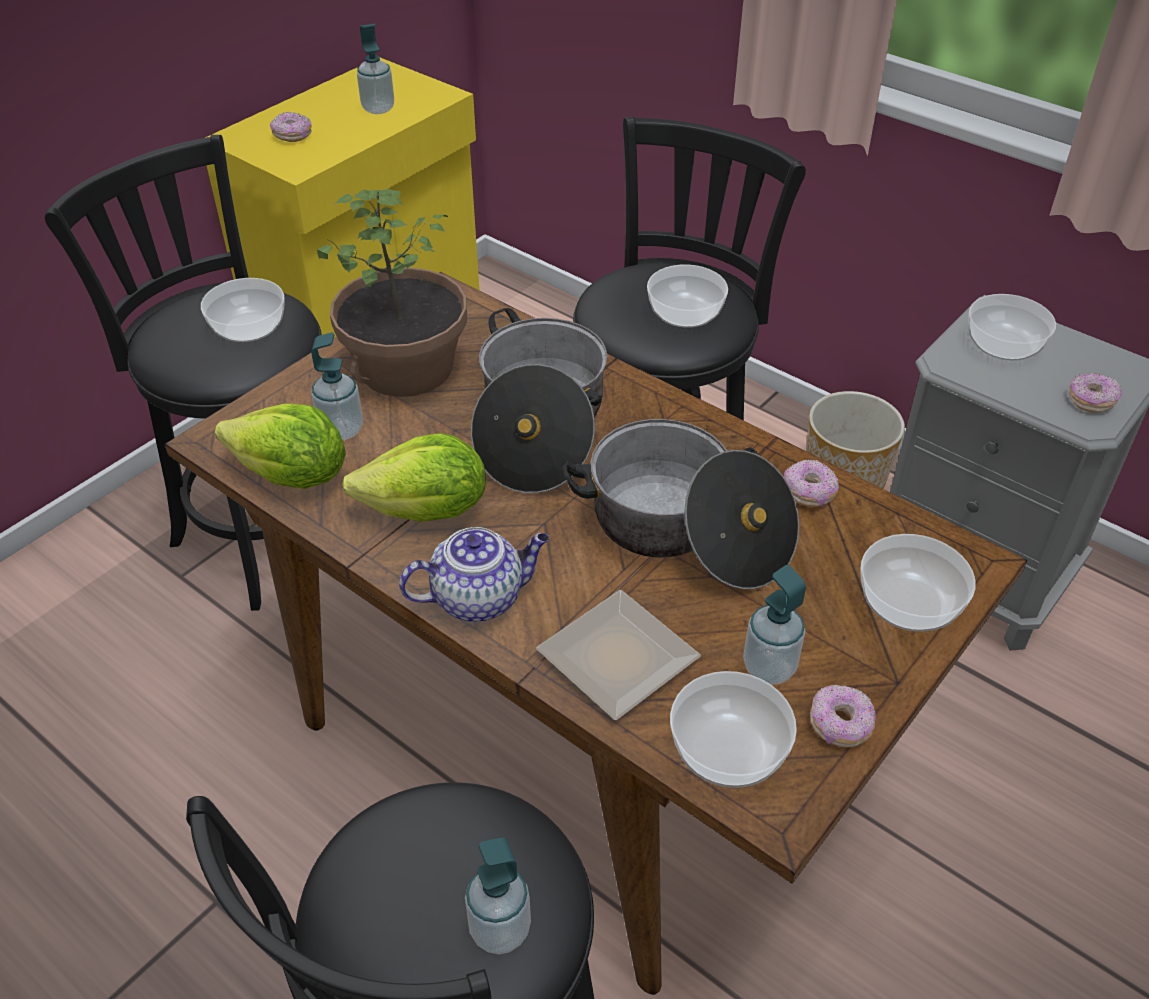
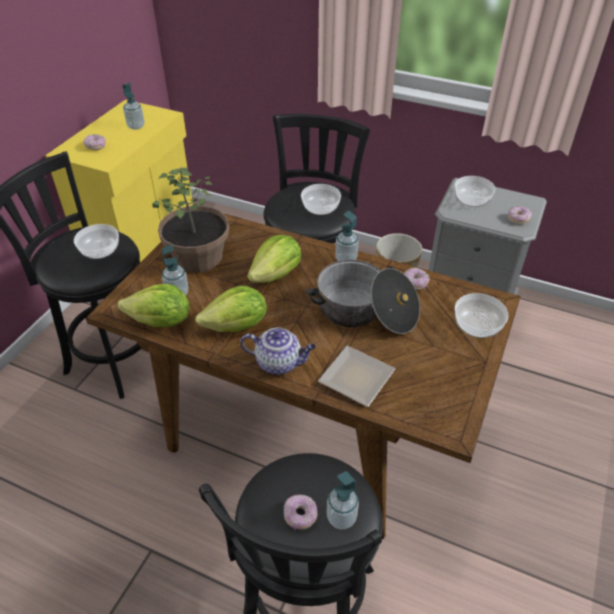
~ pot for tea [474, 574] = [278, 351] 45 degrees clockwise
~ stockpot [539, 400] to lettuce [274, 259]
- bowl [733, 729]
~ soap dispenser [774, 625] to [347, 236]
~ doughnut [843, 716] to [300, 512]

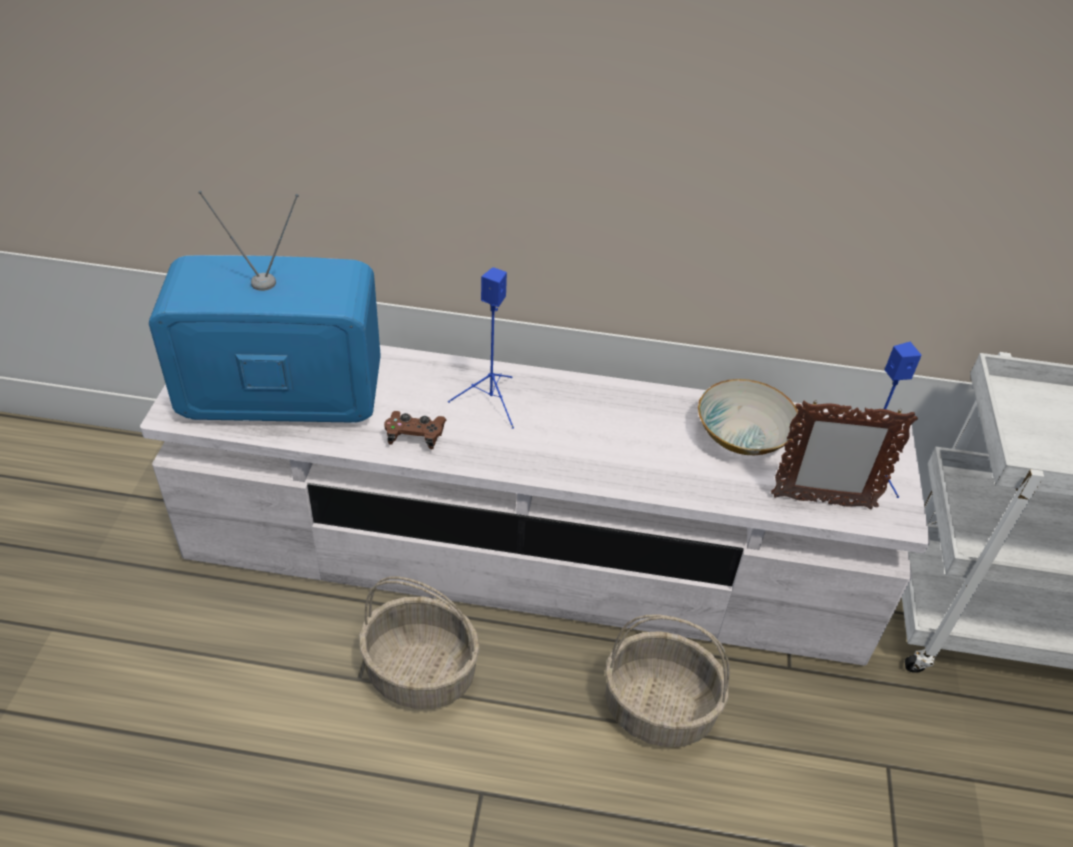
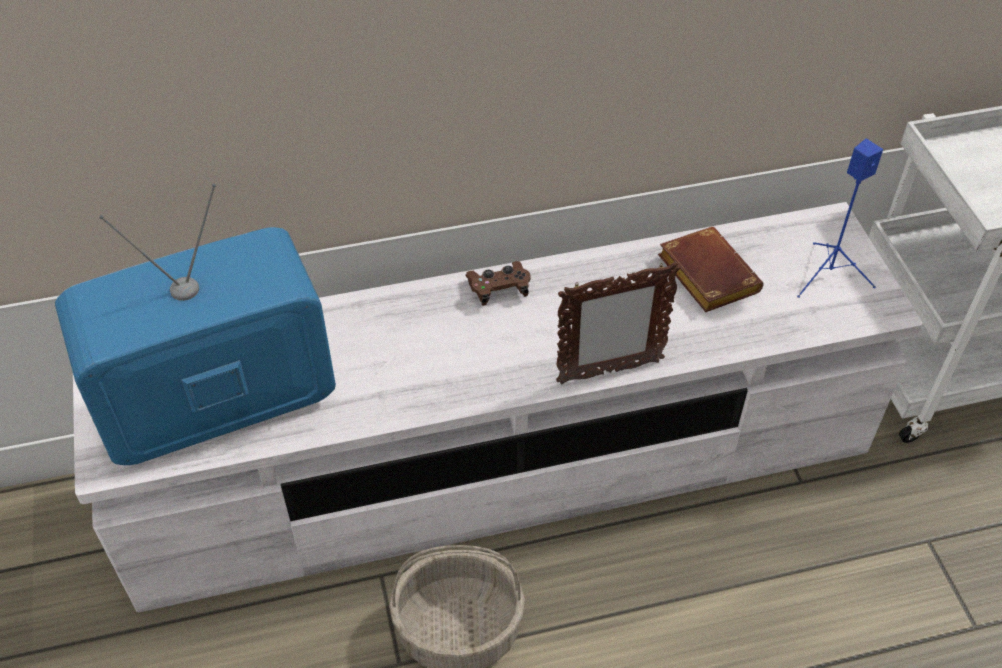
~ gamepad in brown [415, 430] to [497, 283]
- audio speaker in blue-coloured [481, 348]
- storage basket [667, 681]
~ bowl [749, 417] to bound book in brown [711, 269]
~ photo frame [844, 455] to [618, 323]

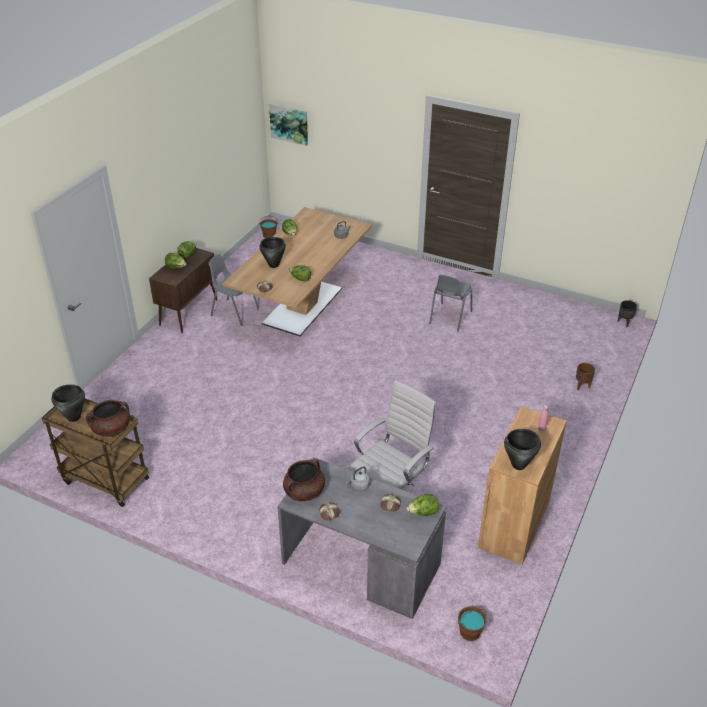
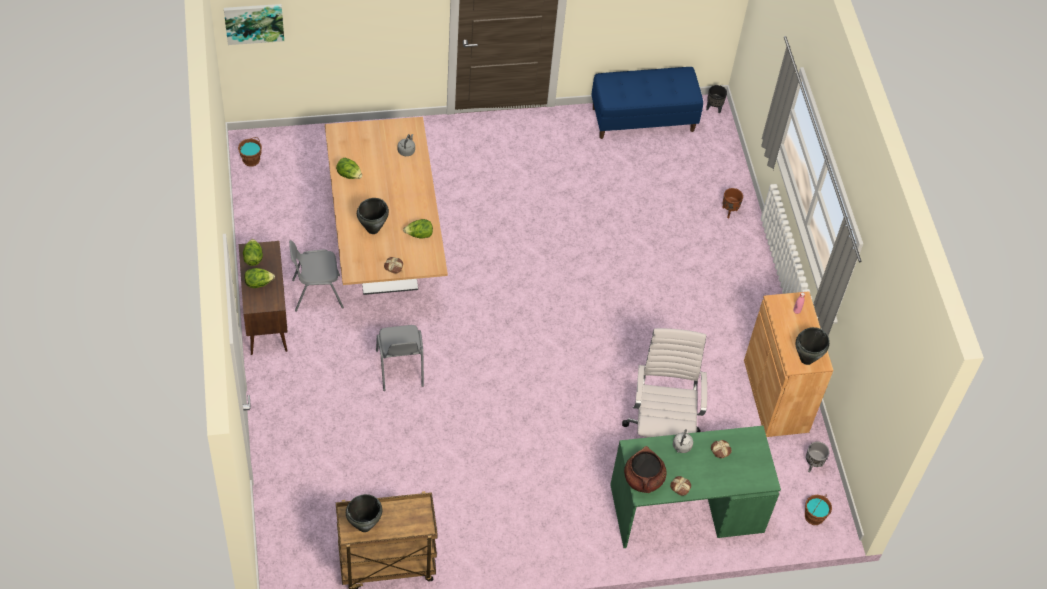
- stockpot in brown [108, 418]
~ desk table in gray [362, 538] to desk table in green [695, 487]
- lettuce [423, 505]
~ upright chair in gray [450, 303] to [400, 358]
+ long seat in blue-coloured [647, 103]
+ planter in gray [817, 457]

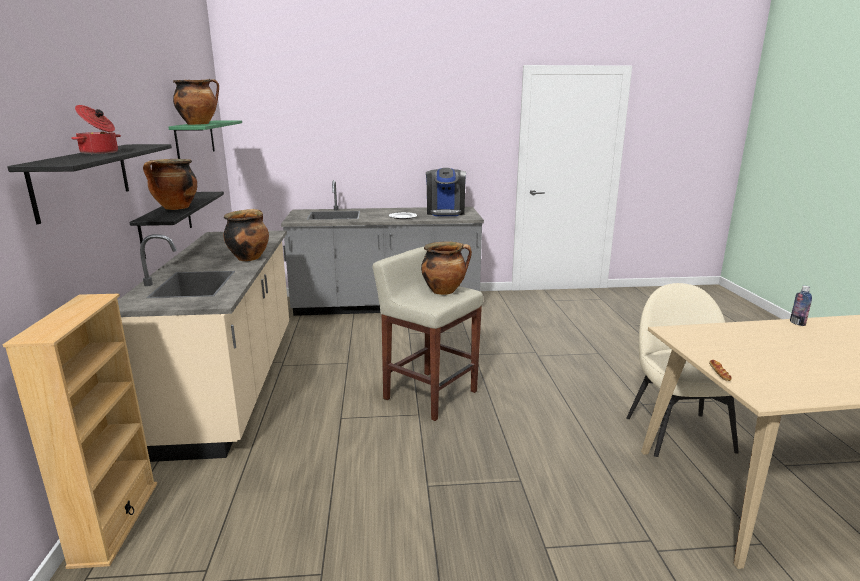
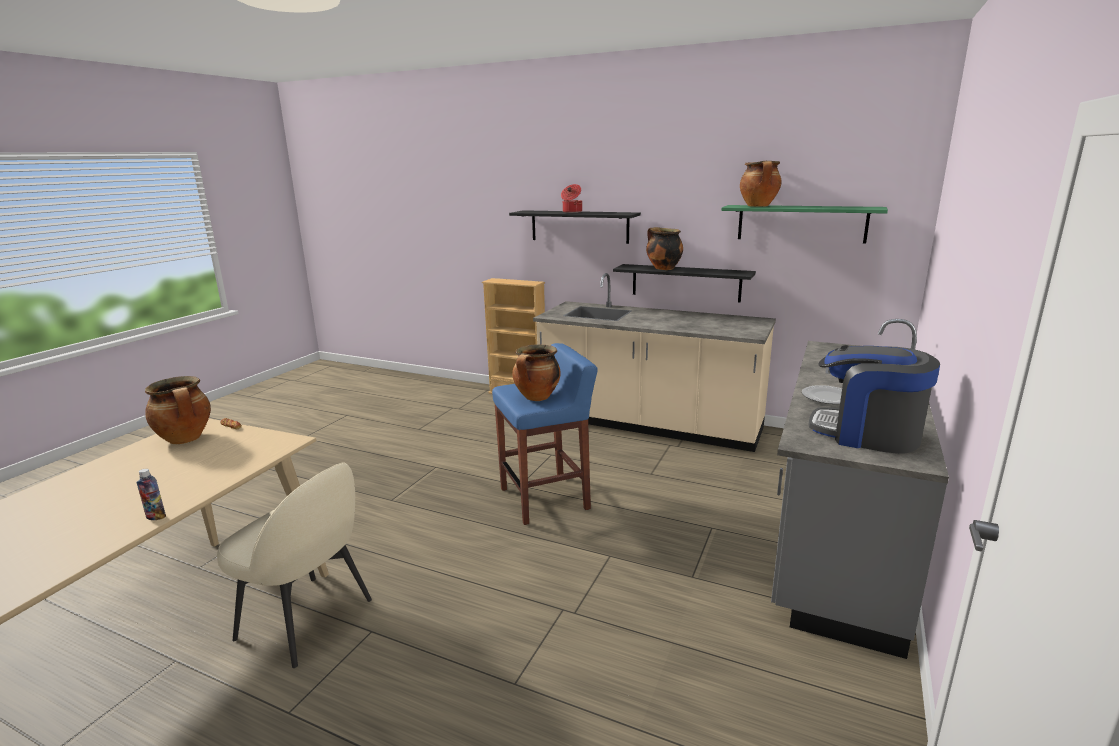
~ stockpot [246, 235] to [178, 410]
~ stool seat in beige-coloured [427, 334] to stool seat in blue-coloured [545, 434]

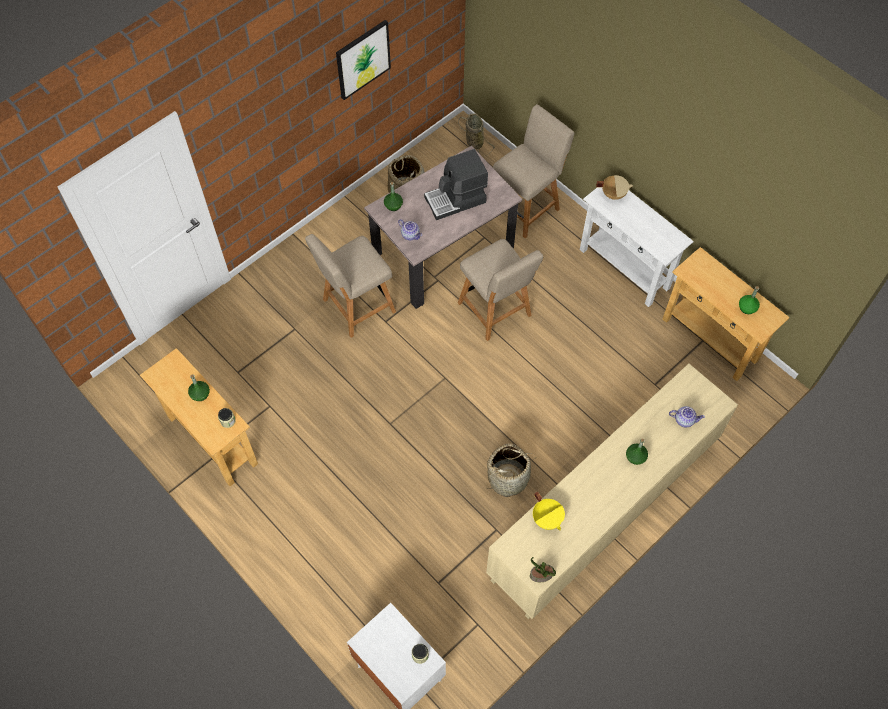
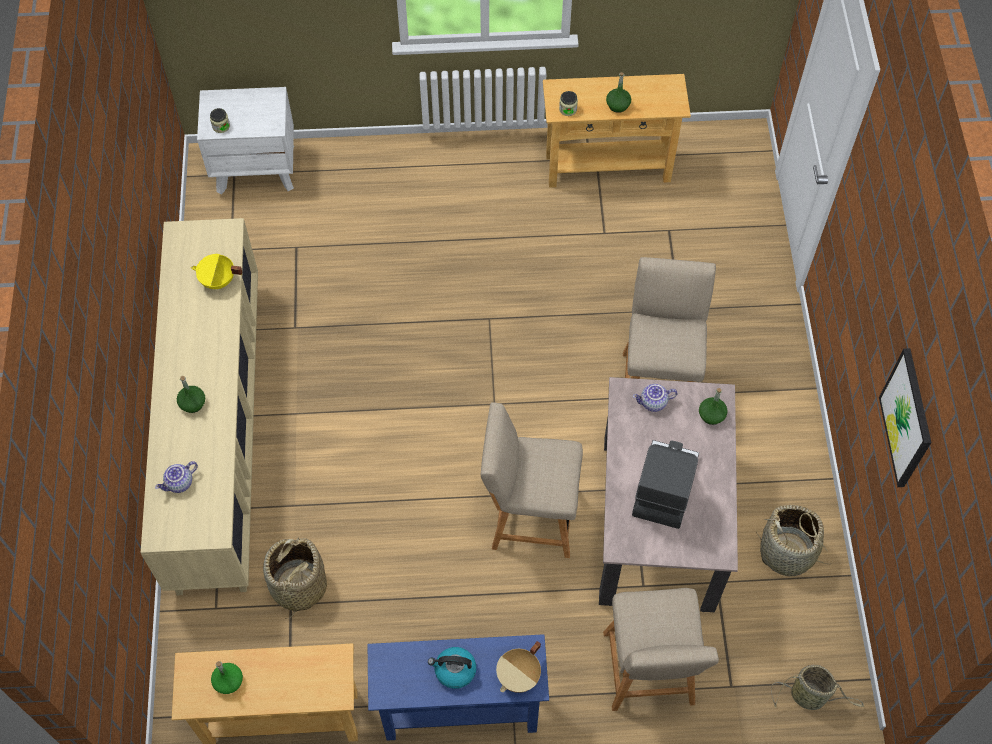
~ storage basket [511, 470] to [295, 578]
- plant in a pot [543, 569]
~ narrow table in whitish [637, 247] to narrow table in blue-coloured [458, 687]
+ water kettle [452, 668]

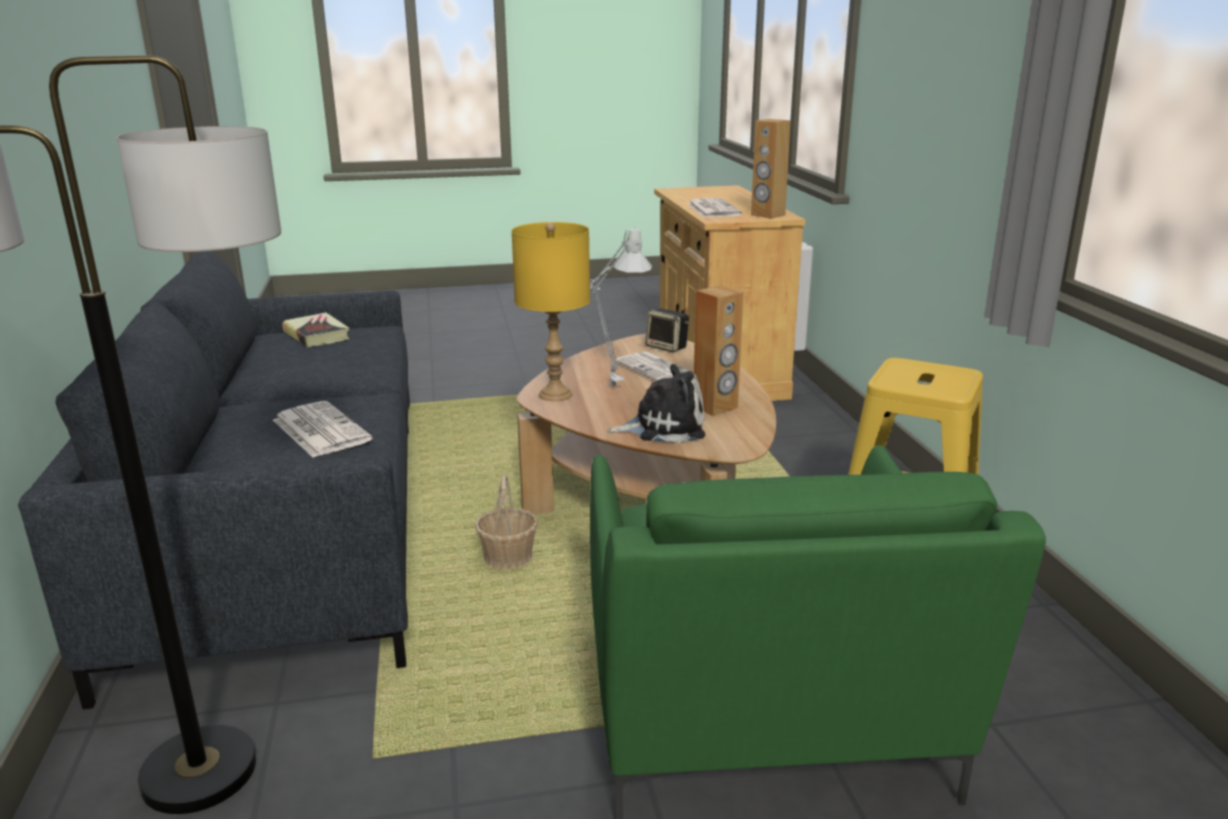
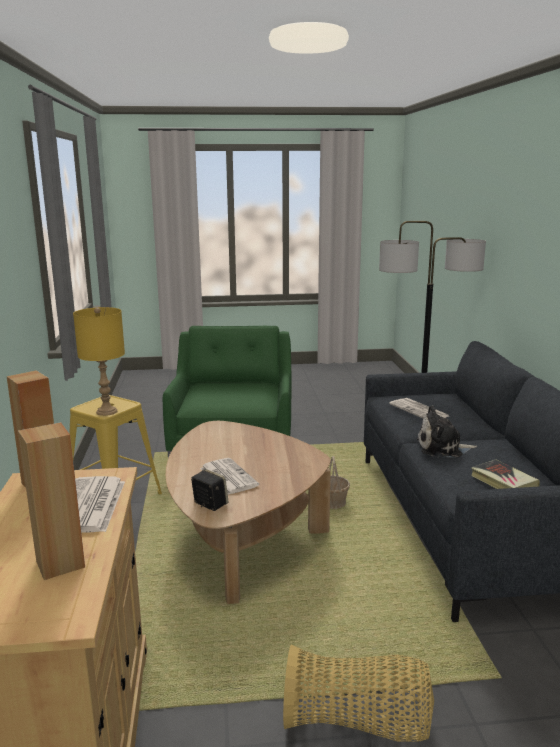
~ table lamp in yellow [550, 311] to [99, 361]
- table lamp in gray [621, 306]
~ plush toy [656, 403] to [447, 431]
~ audio speaker in brown [719, 350] to [51, 501]
+ storage basket [358, 693]

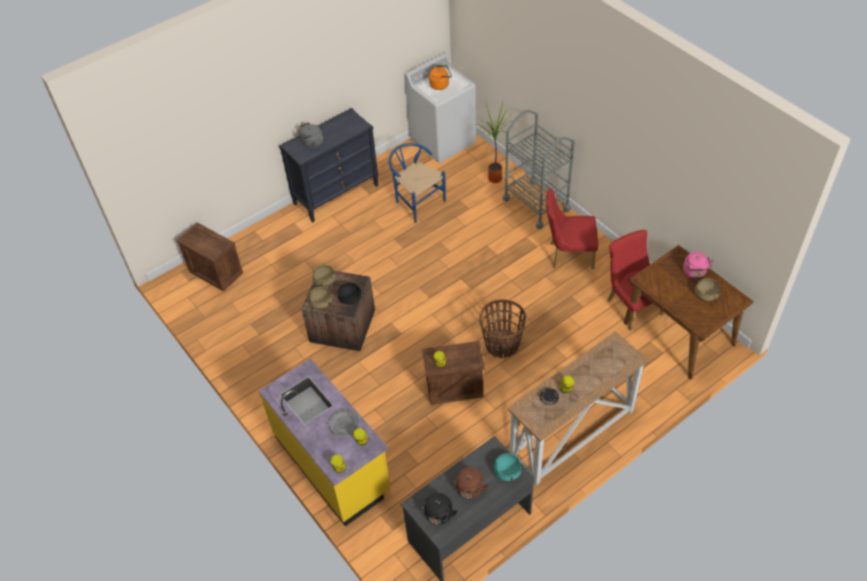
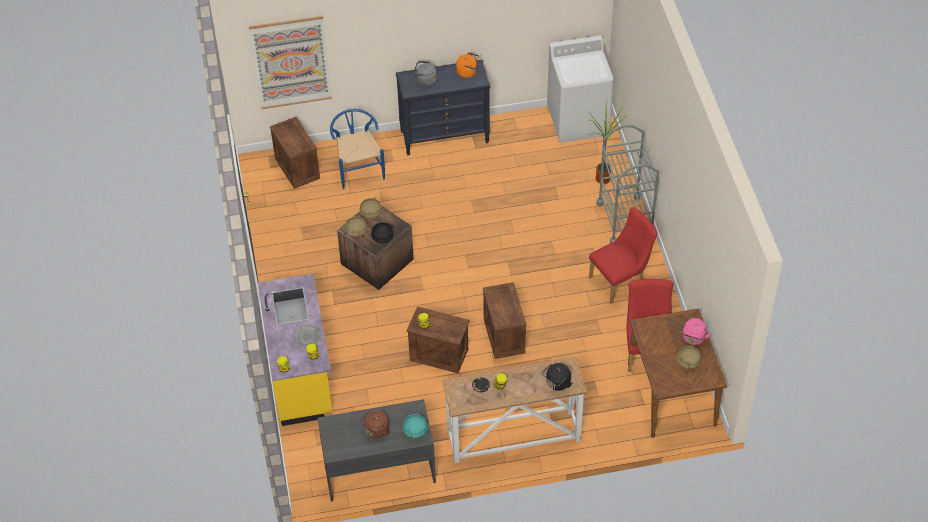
~ upright chair in blue-coloured [417, 183] to [357, 149]
~ water kettle in blackish [439, 509] to [557, 377]
~ water kettle in orange-coloured [440, 77] to [467, 65]
~ storage basket [502, 328] to shipping crate [505, 320]
~ upright chair in red-coloured [572, 228] = [623, 255] 120 degrees clockwise
+ picture [290, 62]

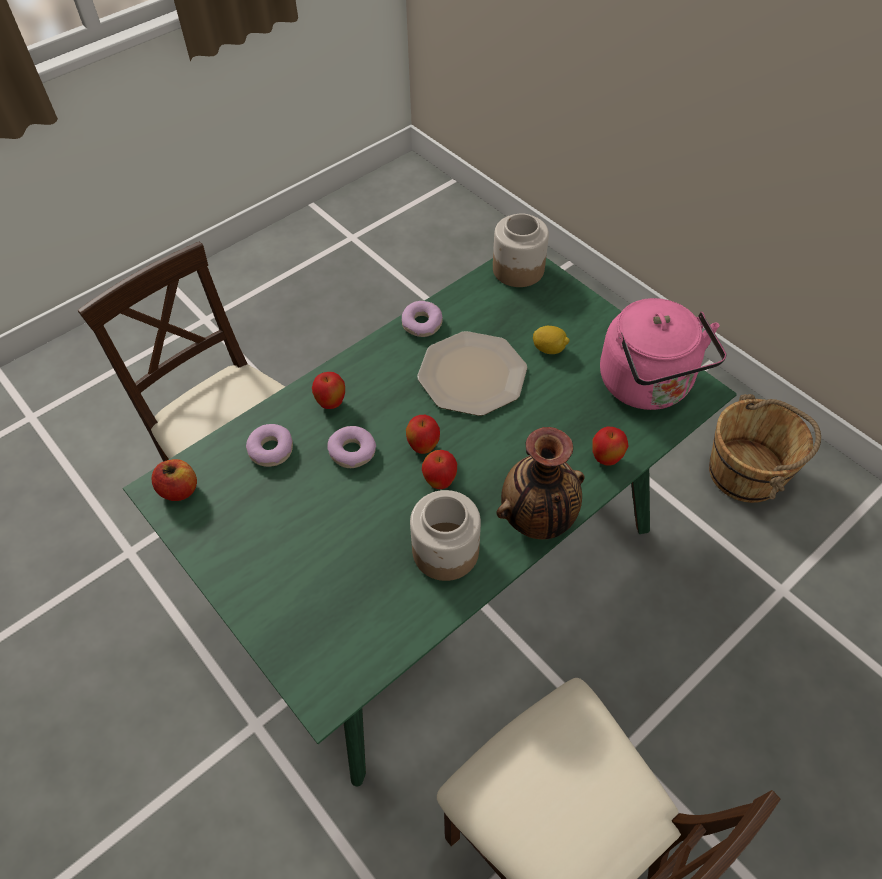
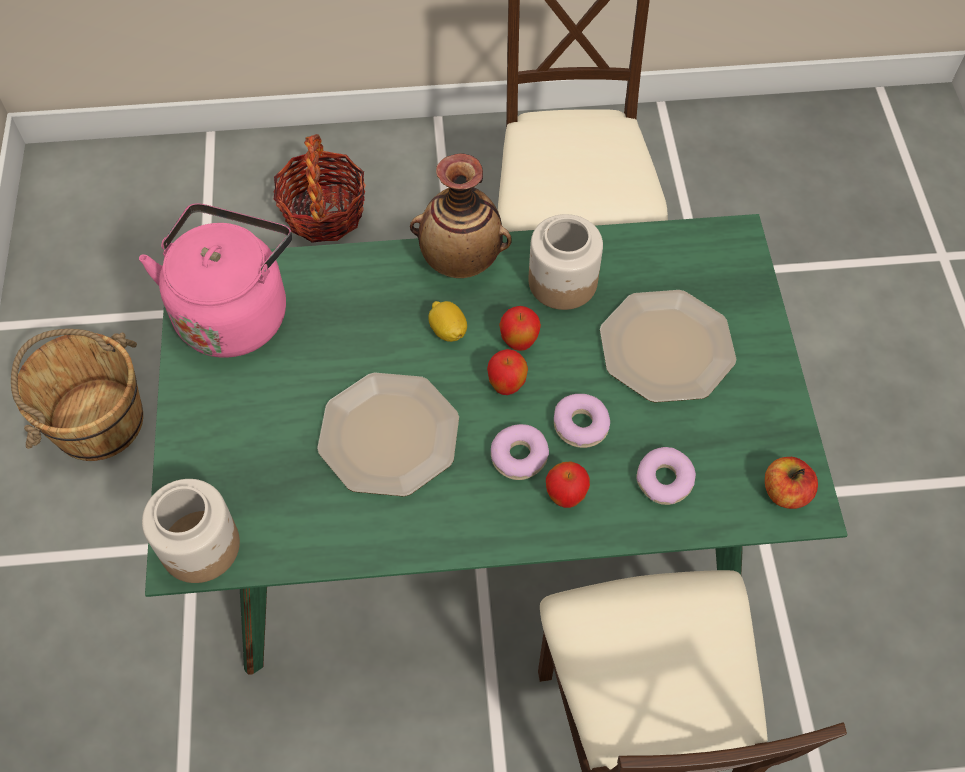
~ doughnut [422, 319] to [520, 452]
~ whole lemon [551, 340] to [447, 321]
- apple fruit [610, 446]
+ storage basket [319, 188]
+ flat dish [668, 346]

